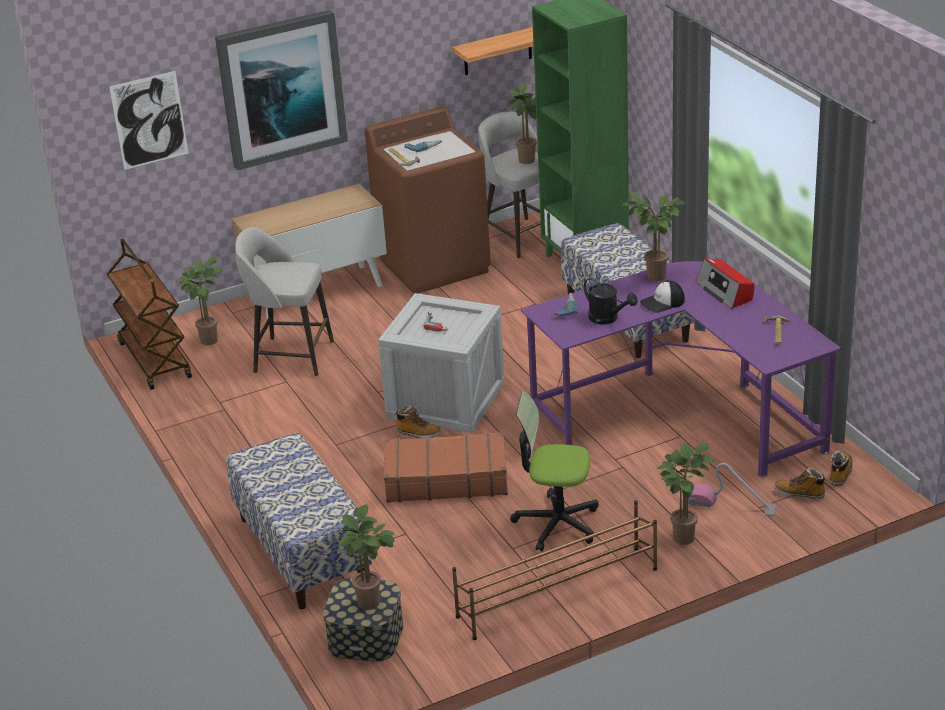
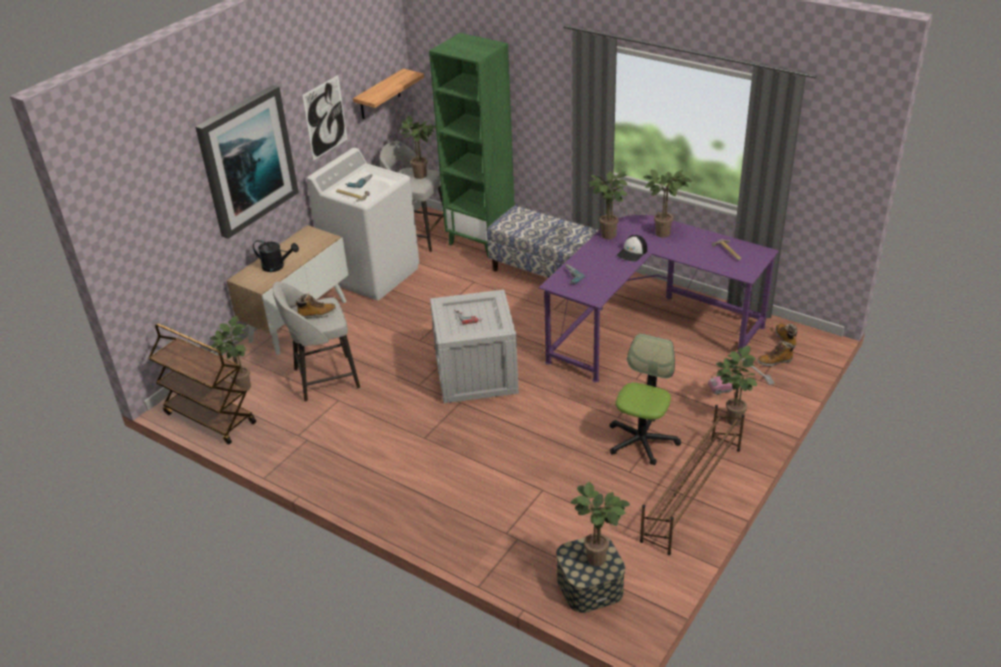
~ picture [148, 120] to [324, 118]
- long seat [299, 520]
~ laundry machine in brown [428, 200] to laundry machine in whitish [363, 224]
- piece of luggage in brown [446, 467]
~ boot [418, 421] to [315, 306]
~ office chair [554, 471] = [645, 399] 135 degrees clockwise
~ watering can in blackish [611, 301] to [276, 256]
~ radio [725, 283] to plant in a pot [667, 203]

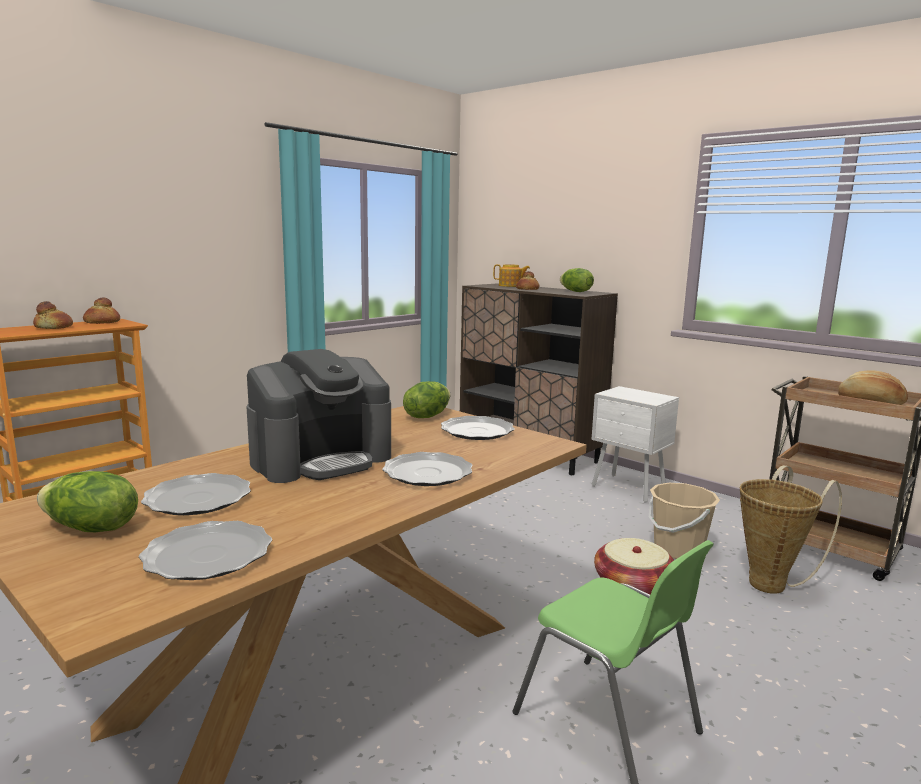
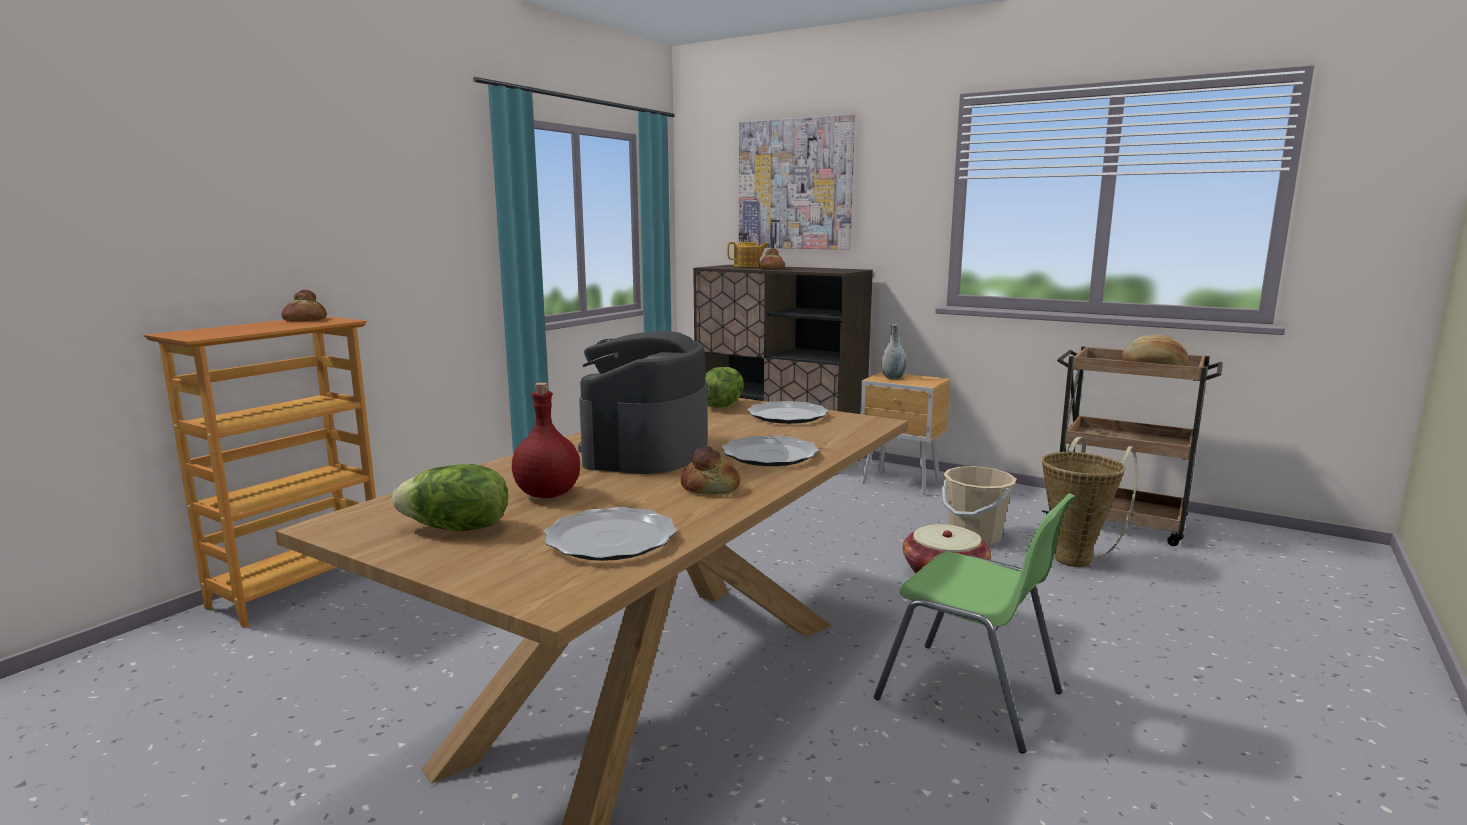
~ bakery bread [53, 315] to [710, 470]
~ flat dish [196, 494] to drink bottle in red-coloured [546, 440]
~ coffee brewer [318, 416] = [643, 402] 150 degrees clockwise
- lettuce [577, 280]
~ bedside table in whitish [635, 444] to bedside table in brown [905, 433]
+ picture [797, 182]
+ vase in gray [894, 351]

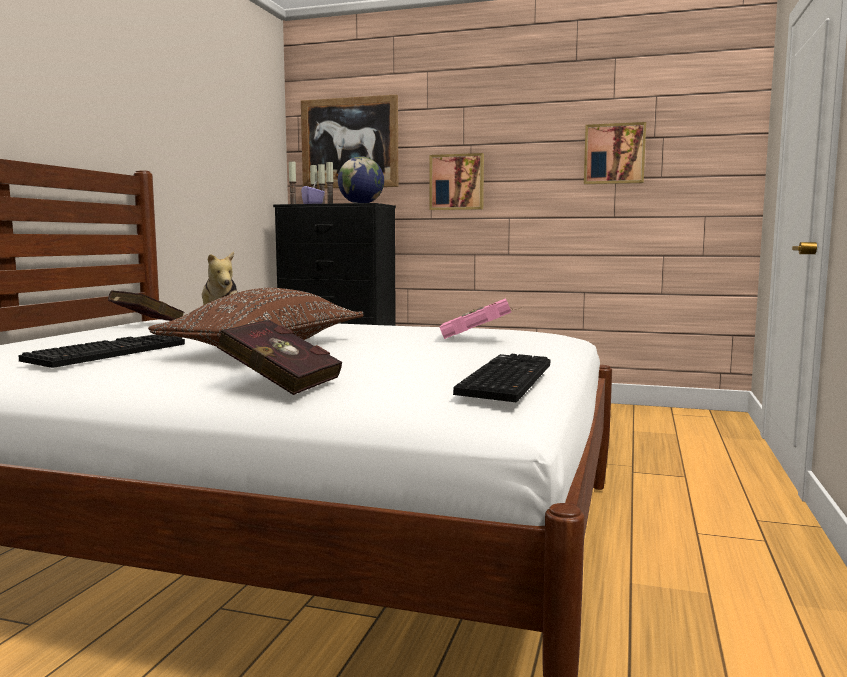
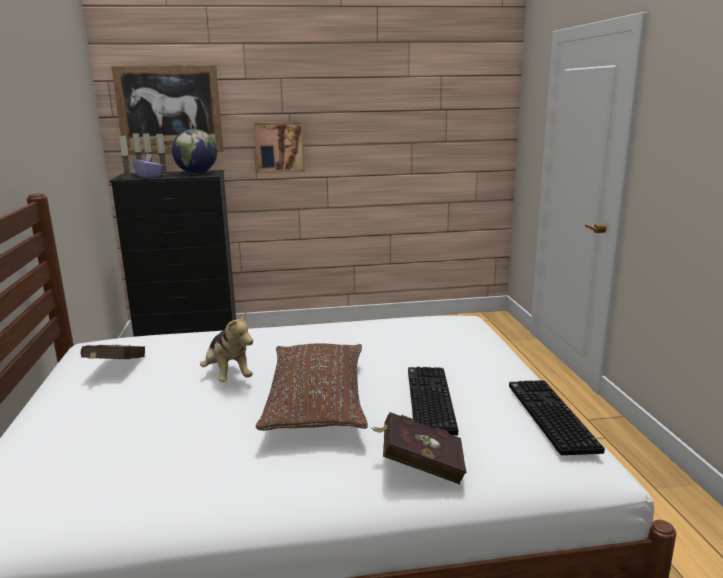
~ computer keyboard [102, 351] to [433, 401]
- bound book in pink-coloured [481, 318]
- picture [615, 153]

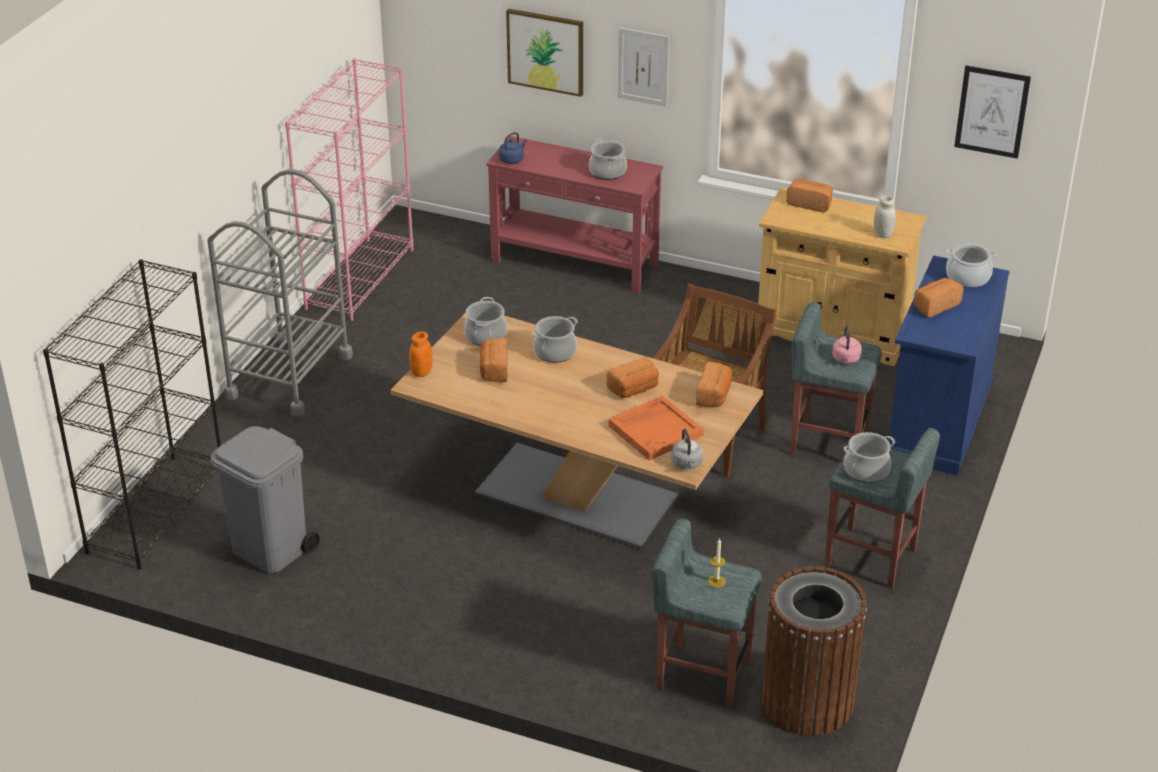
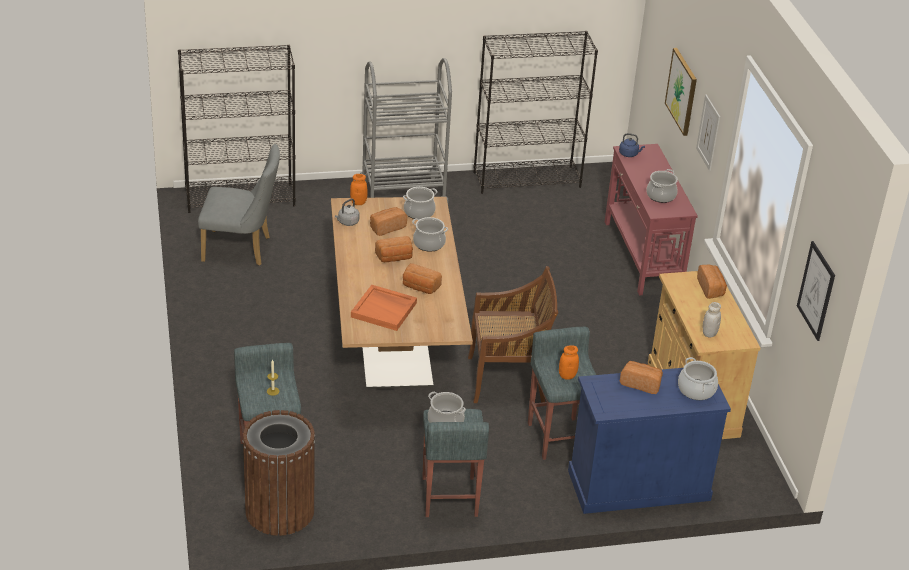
~ trash can in gray [265, 499] to upright chair in gray [239, 205]
~ shelving unit in pink-coloured [349, 189] to shelving unit in blackish [535, 112]
~ water kettle in gray [687, 449] to [347, 212]
~ bakery bread [714, 384] to [394, 249]
~ water kettle in pink-coloured [847, 345] to preserve jar in orange-coloured [569, 362]

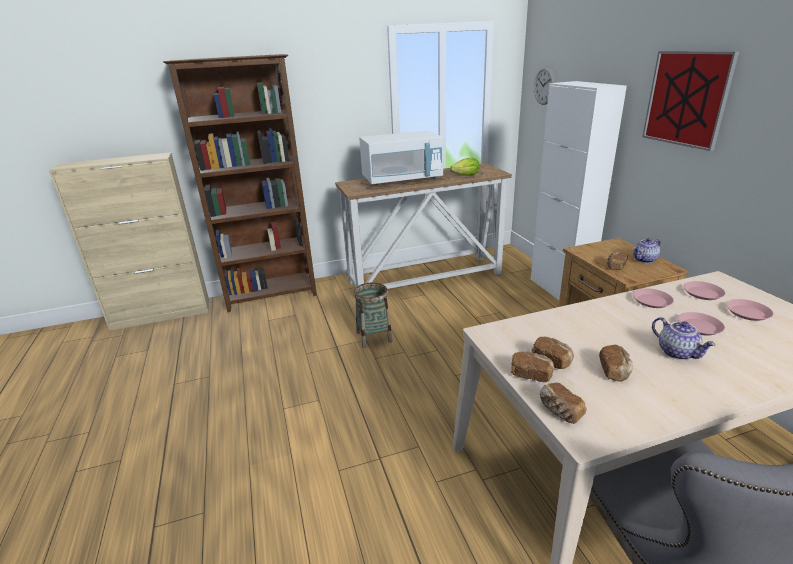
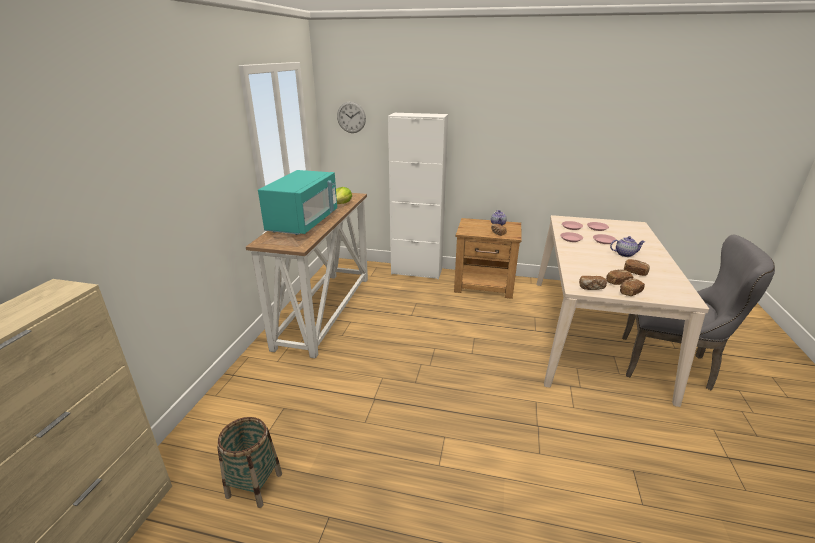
- shelving unit in brown [240, 183]
~ storage basket [373, 315] to [249, 462]
~ microwave in whitish [401, 158] to microwave in turquoise [297, 202]
~ bakery bread [563, 403] to [593, 283]
- picture [690, 101]

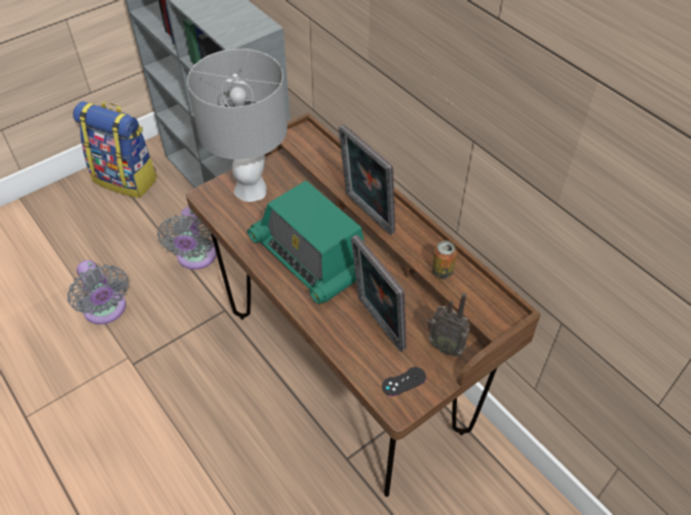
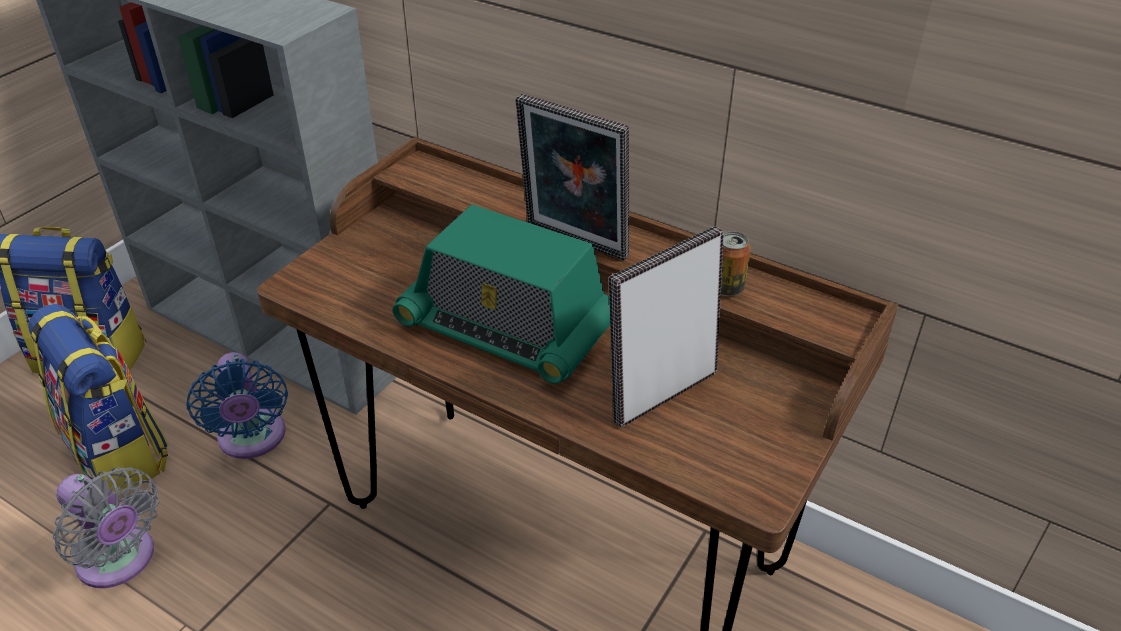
~ fan in gray [187, 238] to fan in blue-coloured [237, 405]
- table lamp in gray [237, 125]
~ photo frame [379, 293] = [666, 326] 105 degrees clockwise
- gamepad in blackish [404, 381]
- radio [448, 324]
+ knapsack [98, 399]

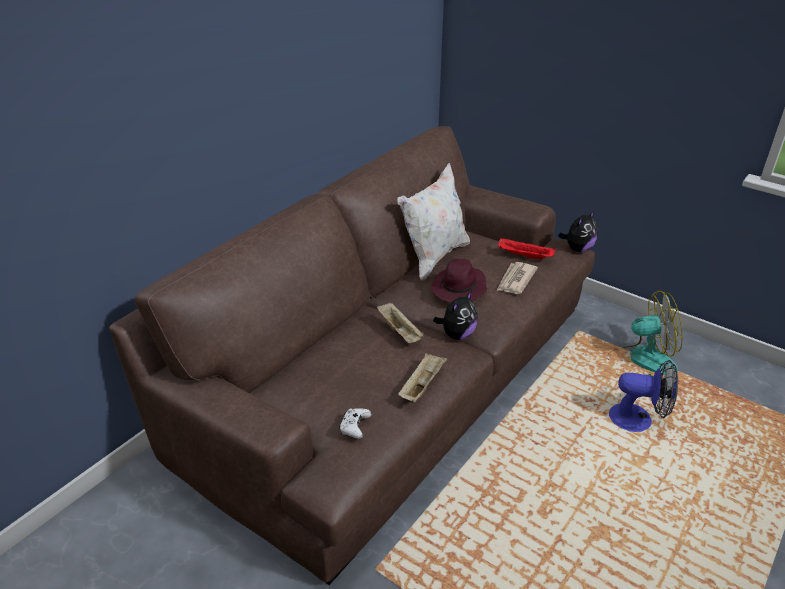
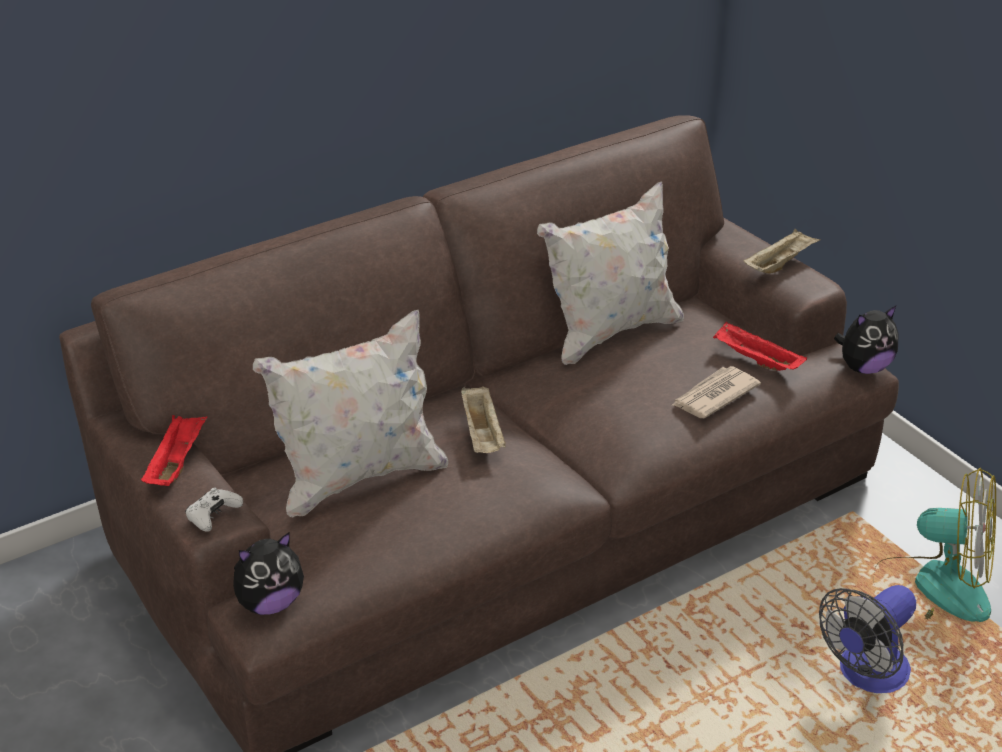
~ gamepad in whitish [355, 423] to [214, 509]
~ carrying tray in beige-coloured [422, 377] to [782, 251]
- clothing hat in purplish [459, 281]
~ plush toy [455, 315] to [268, 573]
~ fan [643, 396] = [867, 639] 105 degrees clockwise
+ carrying tray in red-coloured [174, 450]
+ pillow in whitish [350, 413]

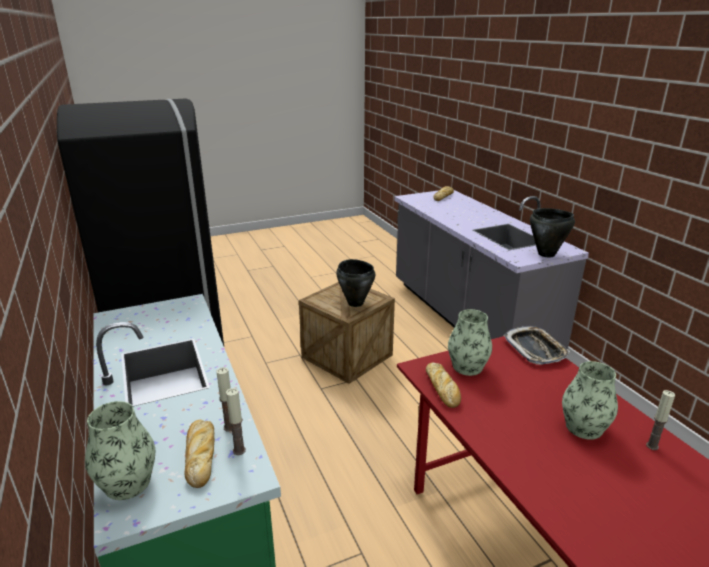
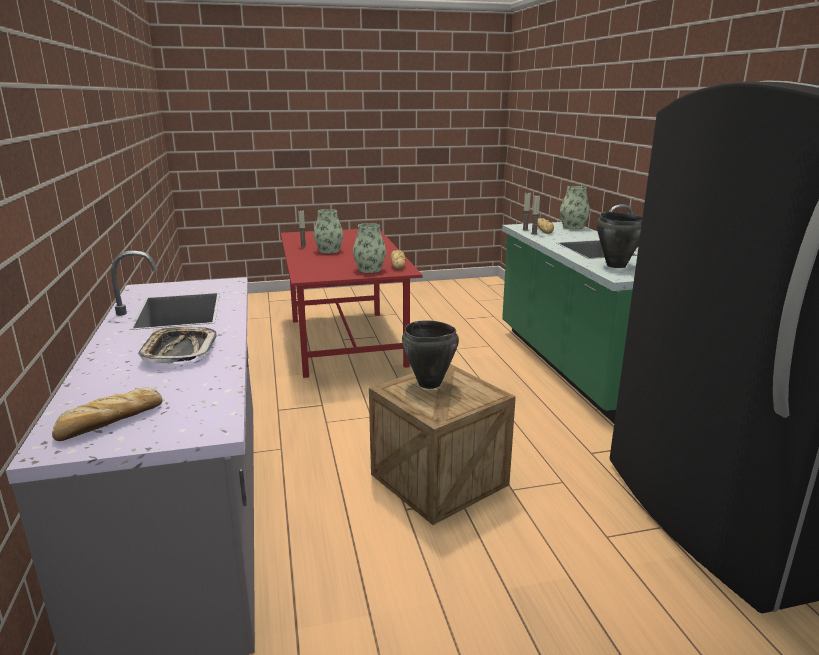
~ carrying tray [537, 345] to [177, 345]
~ stockpot in blackish [552, 232] to [619, 240]

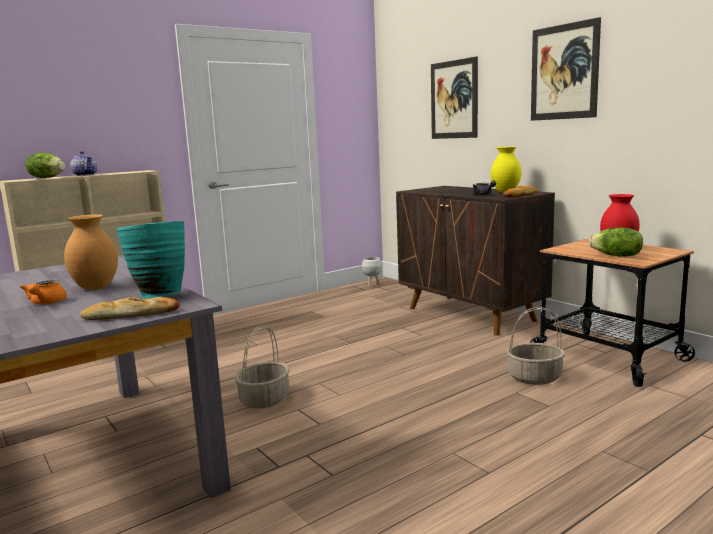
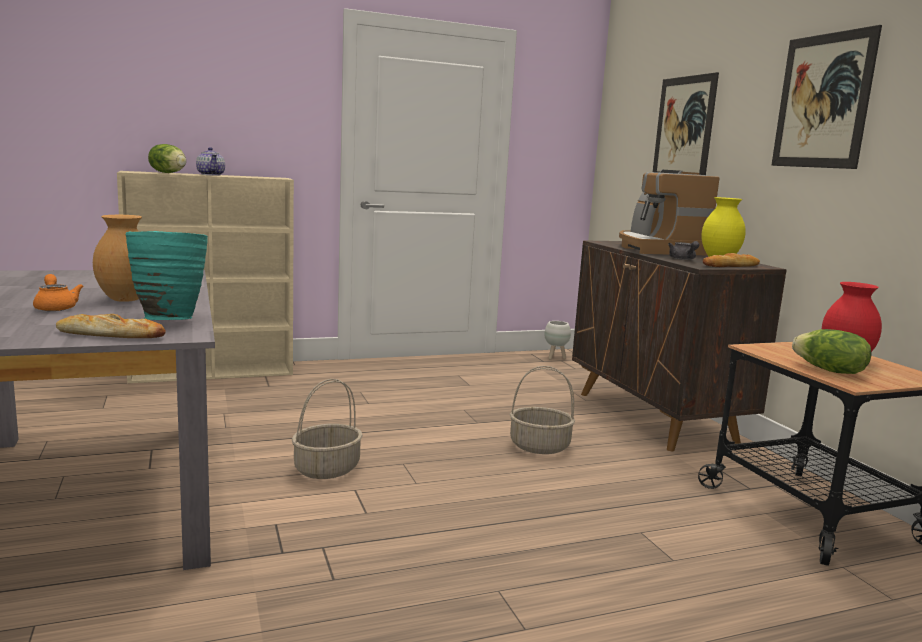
~ pot for tea in orange-coloured [43, 292] = [58, 292] 135 degrees clockwise
~ storage basket [536, 346] to [542, 410]
+ coffee brewer [669, 213]

